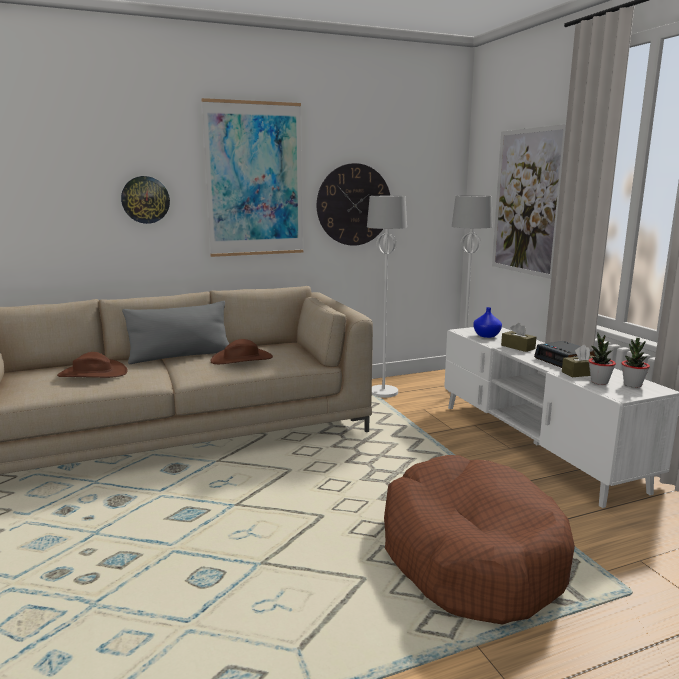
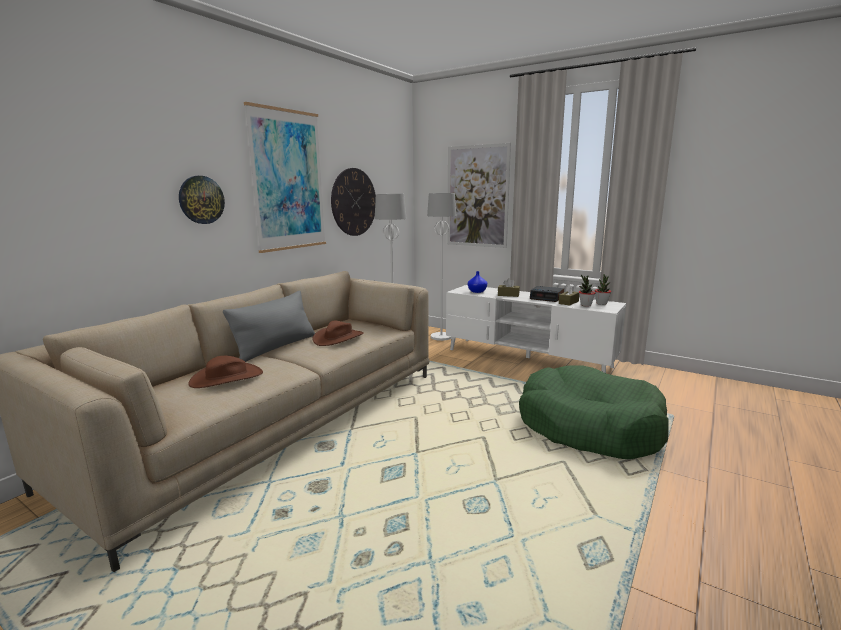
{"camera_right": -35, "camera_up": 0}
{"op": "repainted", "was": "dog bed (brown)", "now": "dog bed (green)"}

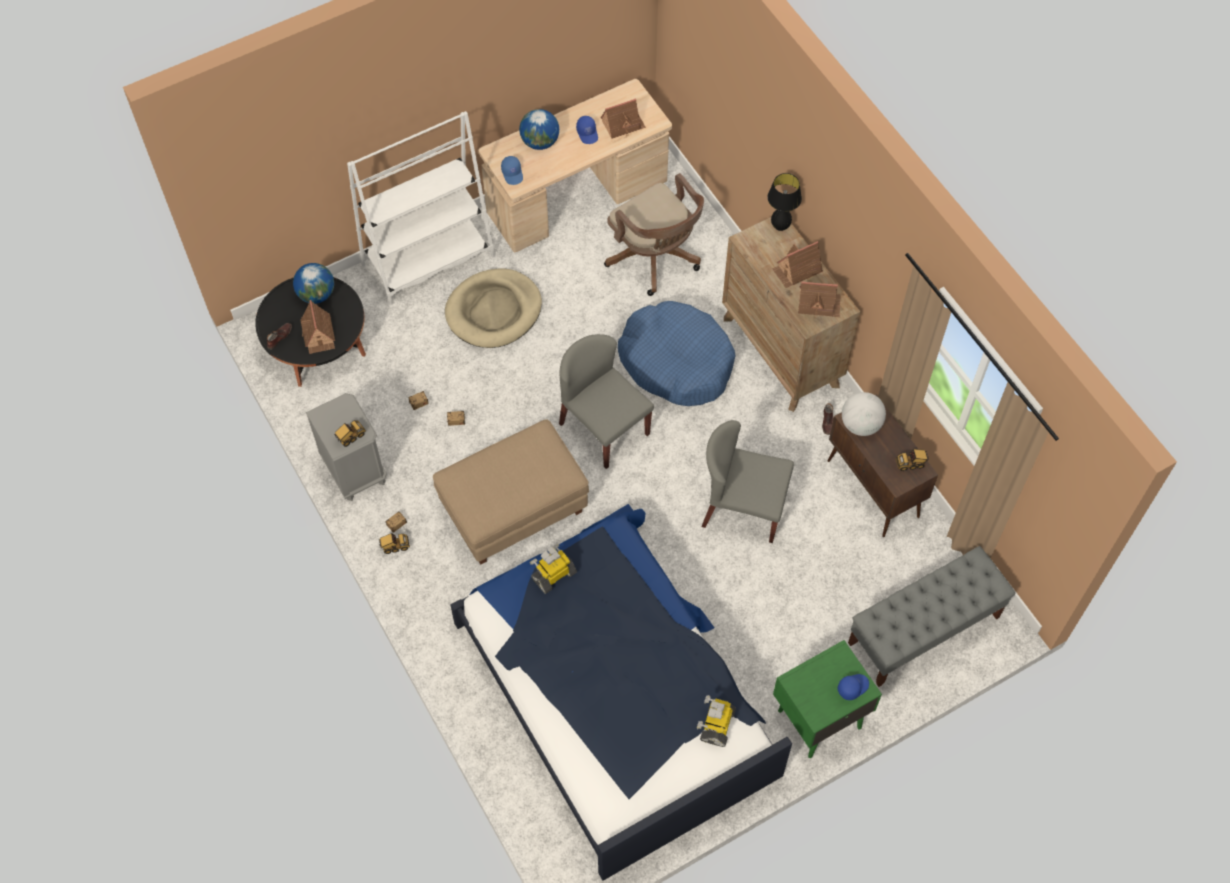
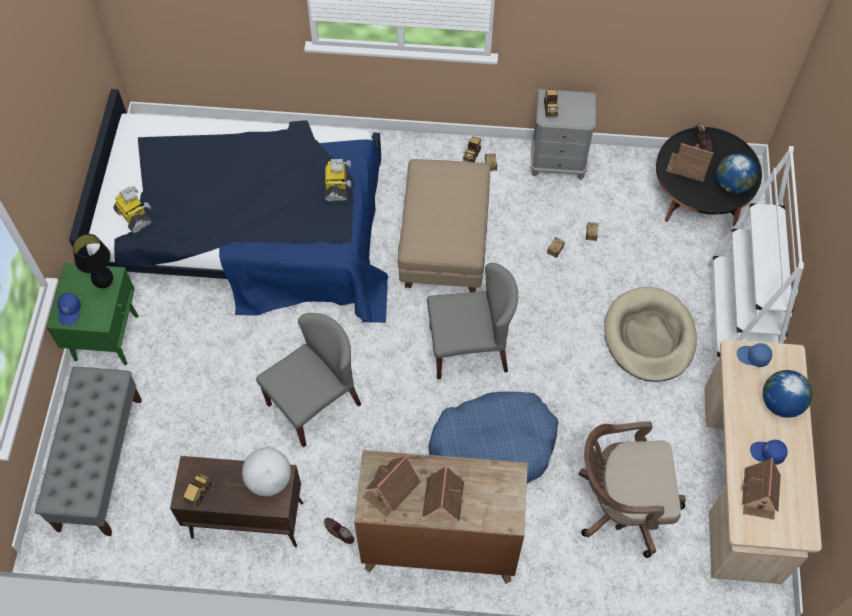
{"camera_right": 125, "camera_up": 0}
{"op": "shifted", "was": "table lamp (black)"}

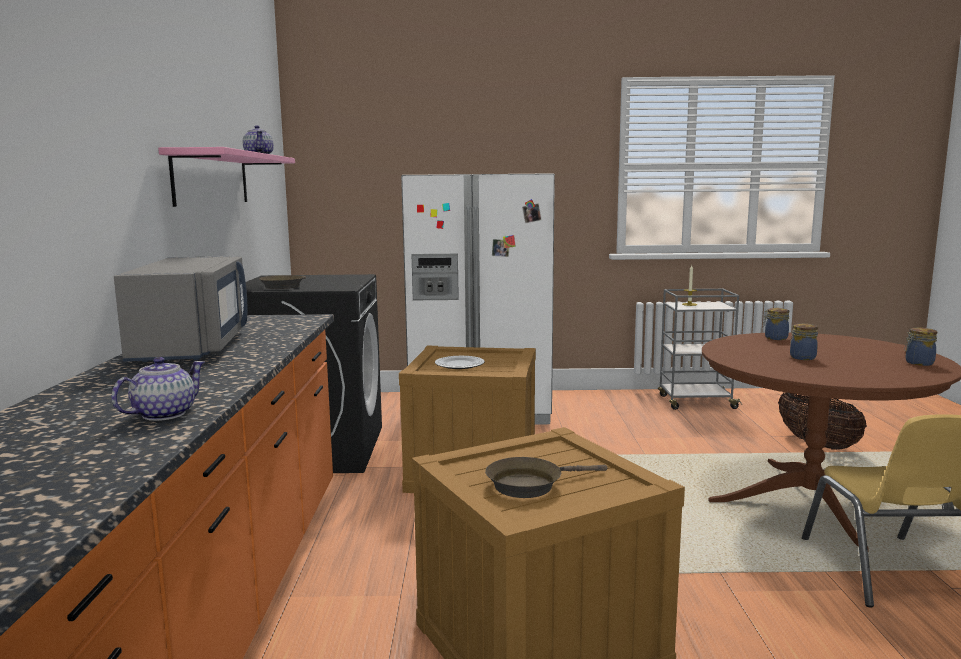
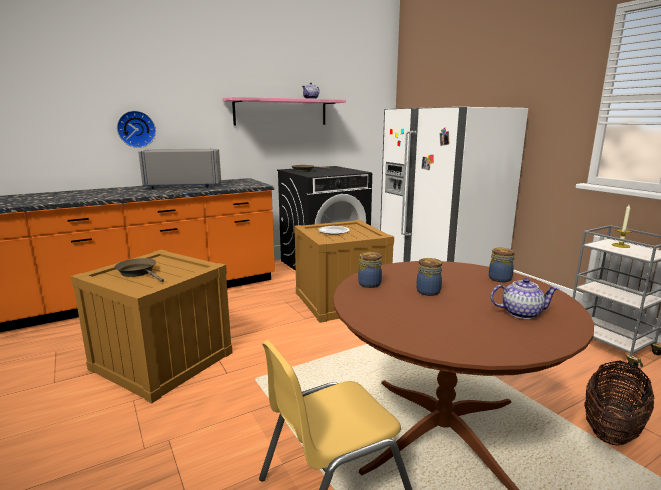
{"camera_right": 60, "camera_up": 5}
{"op": "new", "now": "wall clock"}
{"op": "shifted", "was": "teapot (no. 1 from left in the first image)", "now": "teapot (no. 2 from left)"}
{"op": "shifted", "was": "jar (no. 3 from left in the first image)", "now": "jar (no. 1 from left)"}
{"op": "rotated", "was": "microwave (grey)", "clockwise": -150}

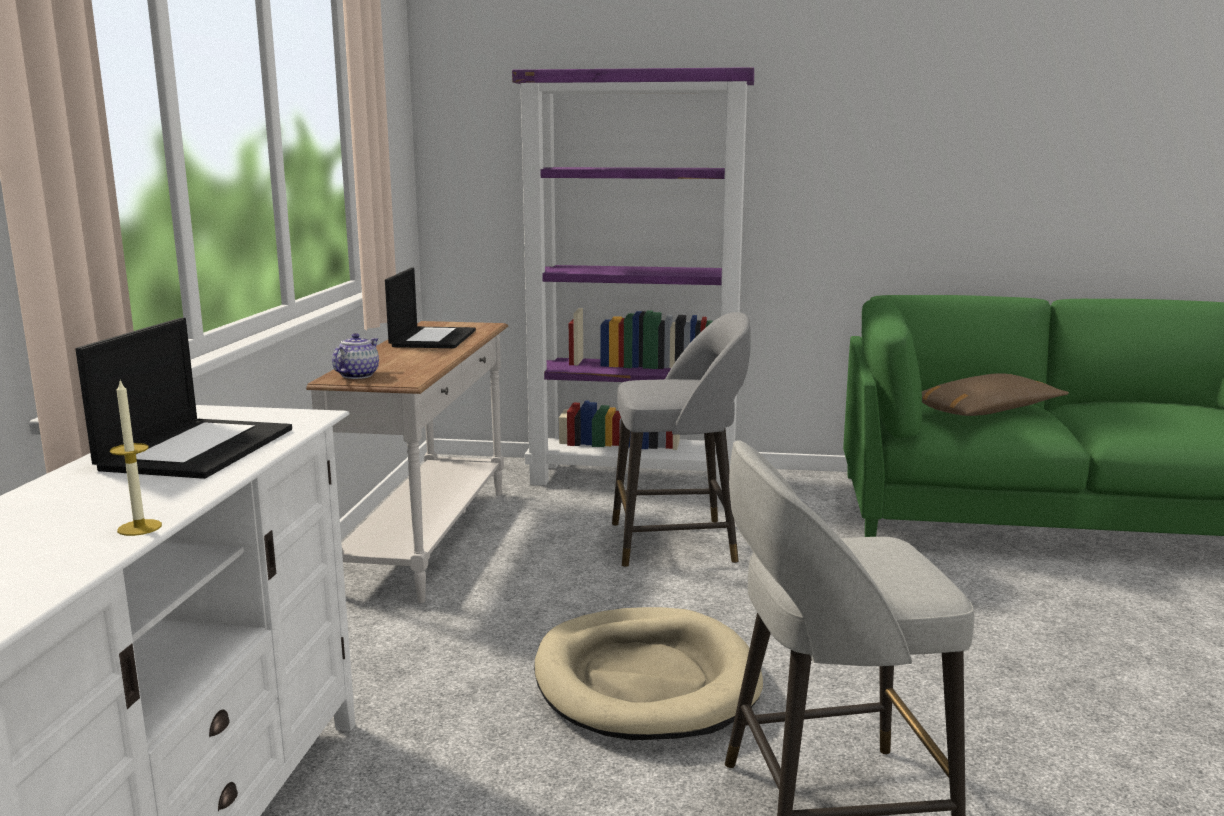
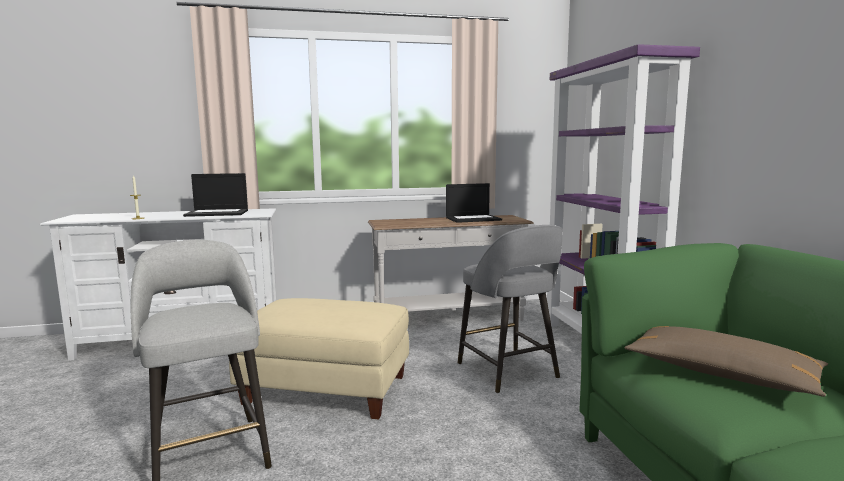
{"camera_right": 70, "camera_up": -5}
{"op": "gone", "was": "teapot"}
{"op": "swapped", "was": "dog bed (beige)", "now": "ottoman (beige)"}

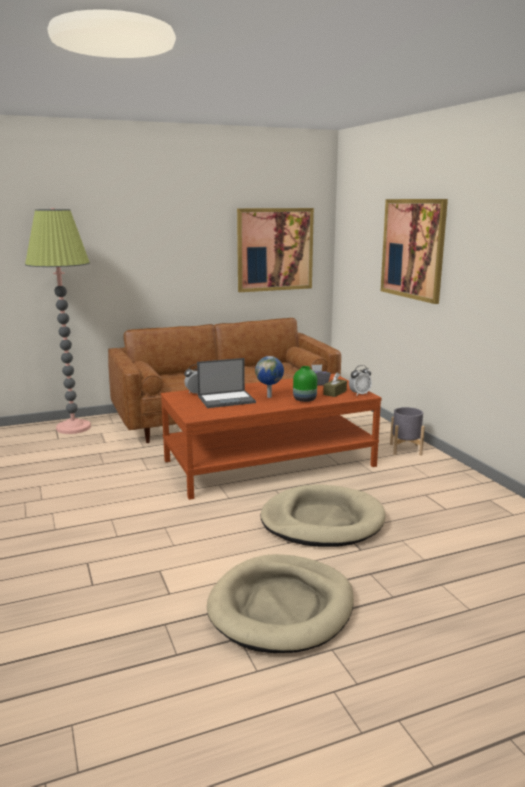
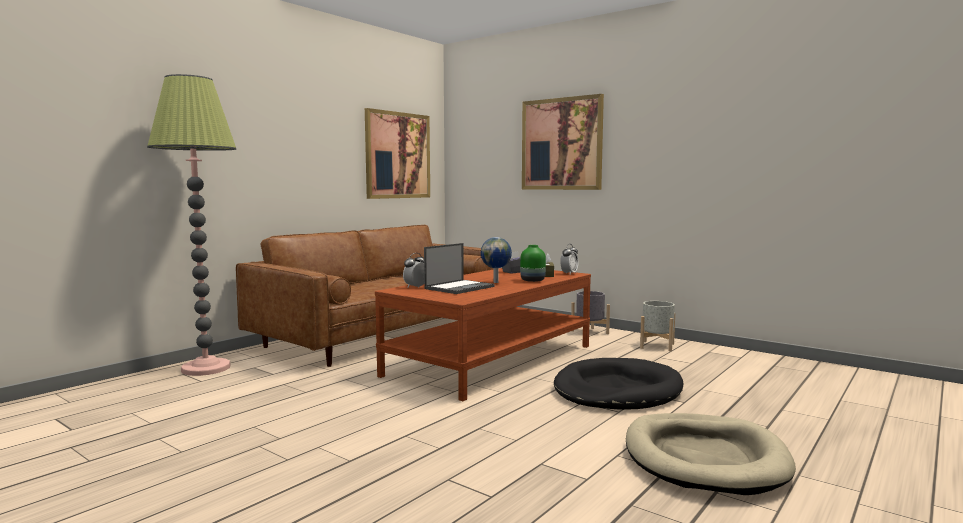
{"camera_right": -30, "camera_up": -10}
{"op": "new", "now": "planter (grey) (no. 2 from left)"}
{"op": "repainted", "was": "dog bed (beige) (no. 2 from left)", "now": "dog bed (black)"}

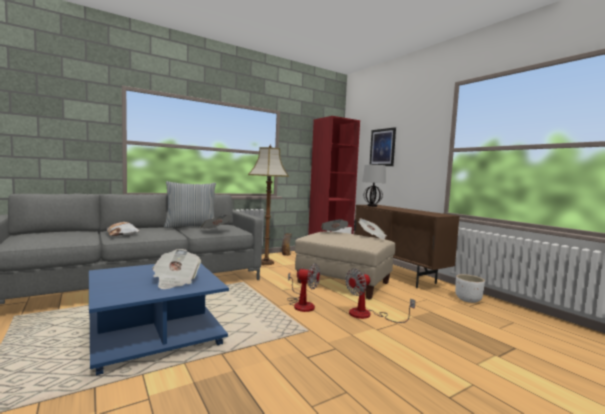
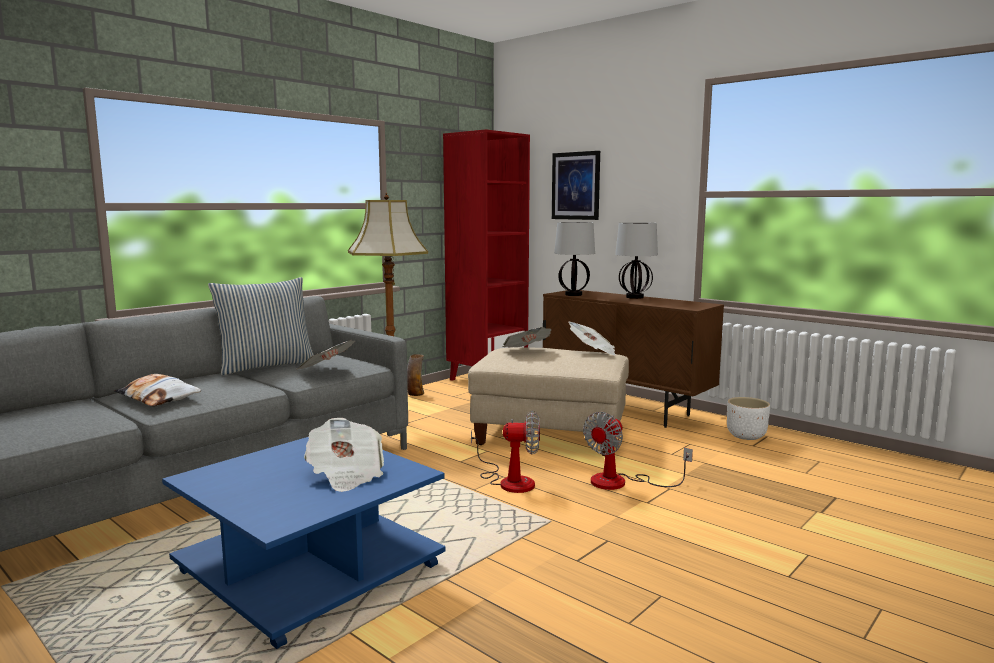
{"camera_right": -15, "camera_up": 5}
{"op": "new", "now": "table lamp (no. 2 from left)"}

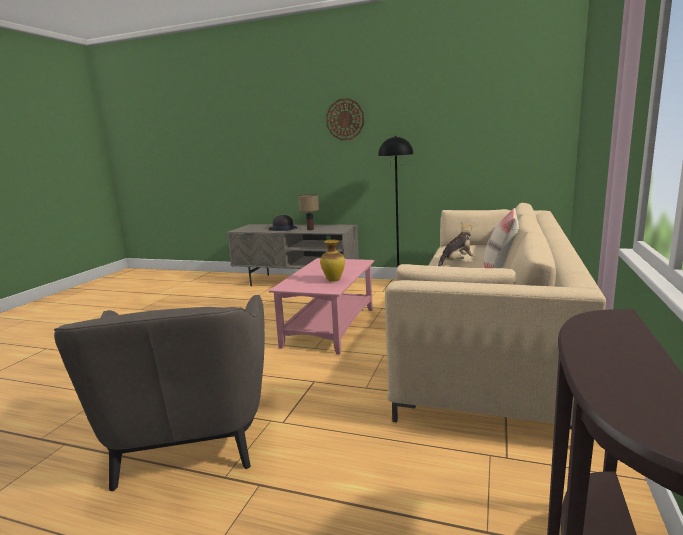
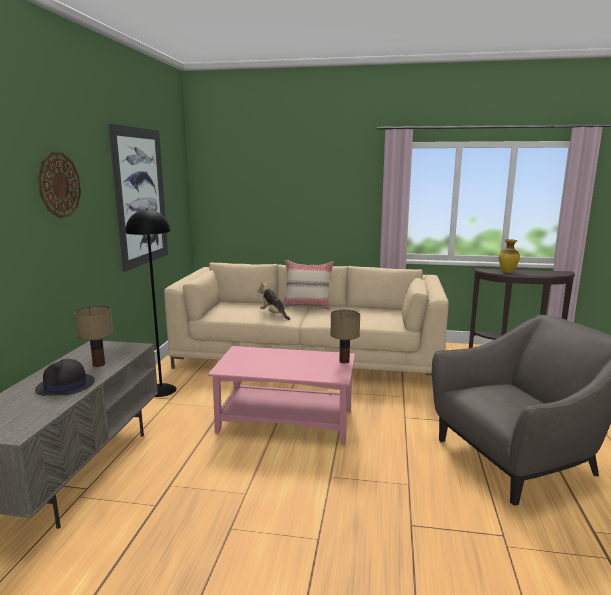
{"camera_right": -100, "camera_up": 0}
{"op": "new", "now": "picture"}
{"op": "new", "now": "table lamp (no. 2 from left)"}
{"op": "shifted", "was": "vase"}

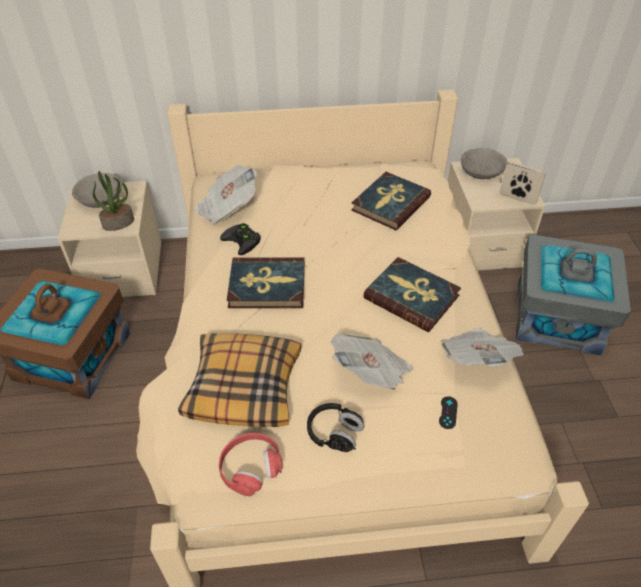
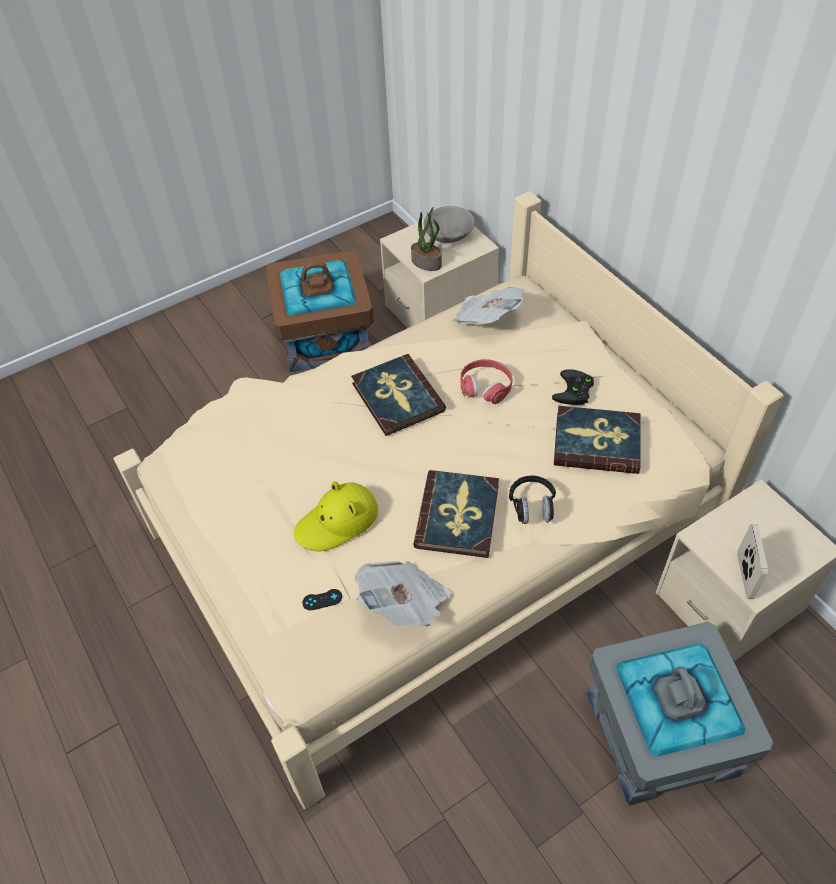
{"camera_right": 65, "camera_up": 5}
{"op": "gone", "was": "pillow"}
{"op": "gone", "was": "bowl (grey) (no. 2 from left)"}
{"op": "shifted", "was": "headphones (red)"}
{"op": "shifted", "was": "game controller (black) (no. 1 from left in the first image)", "now": "game controller (black) (no. 2 from left)"}
{"op": "shifted", "was": "headphones (black)"}
{"op": "swapped", "was": "newspaper (no. 2 from left)", "now": "hat (yellow)"}

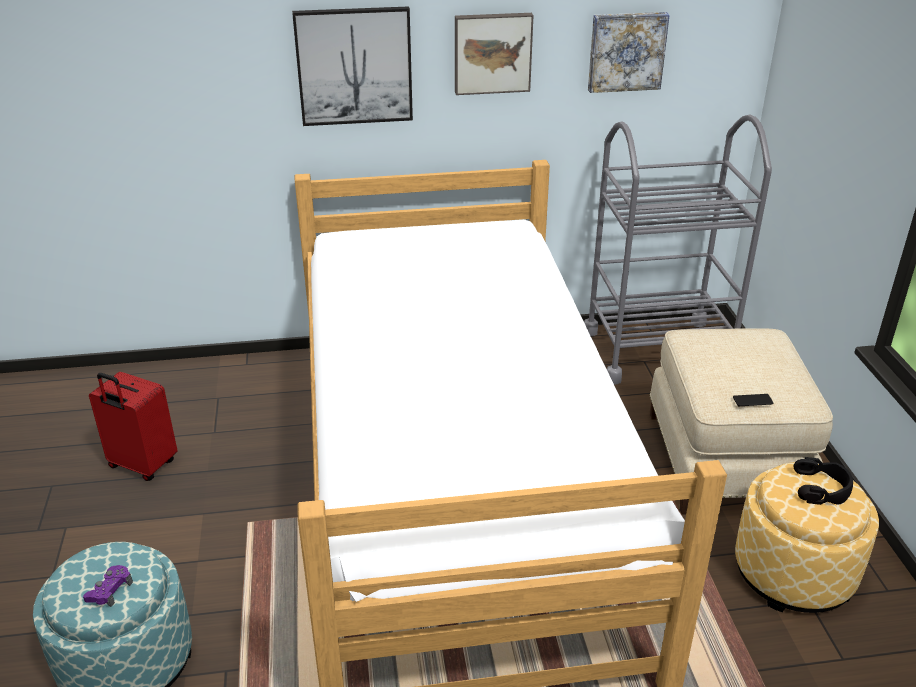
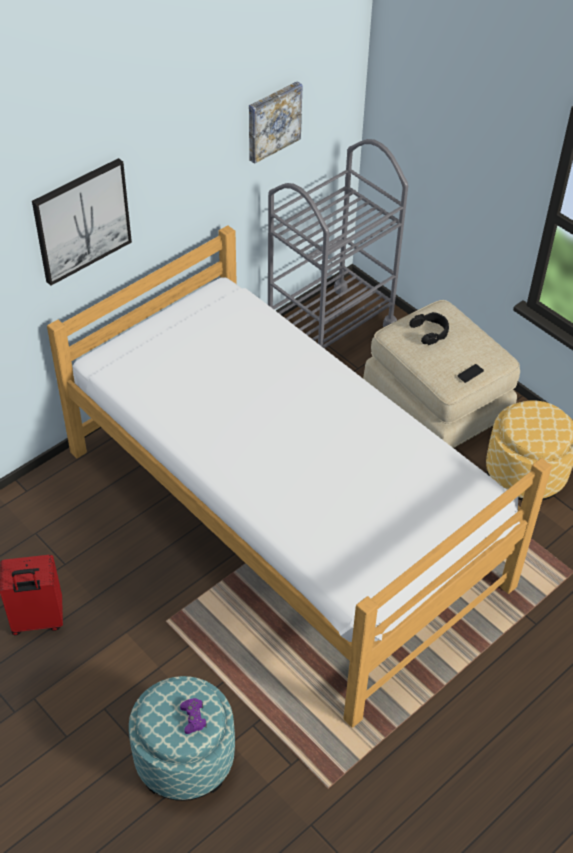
{"camera_right": -35, "camera_up": 15}
{"op": "gone", "was": "picture (no. 2 from left)"}
{"op": "shifted", "was": "headphones (black)"}

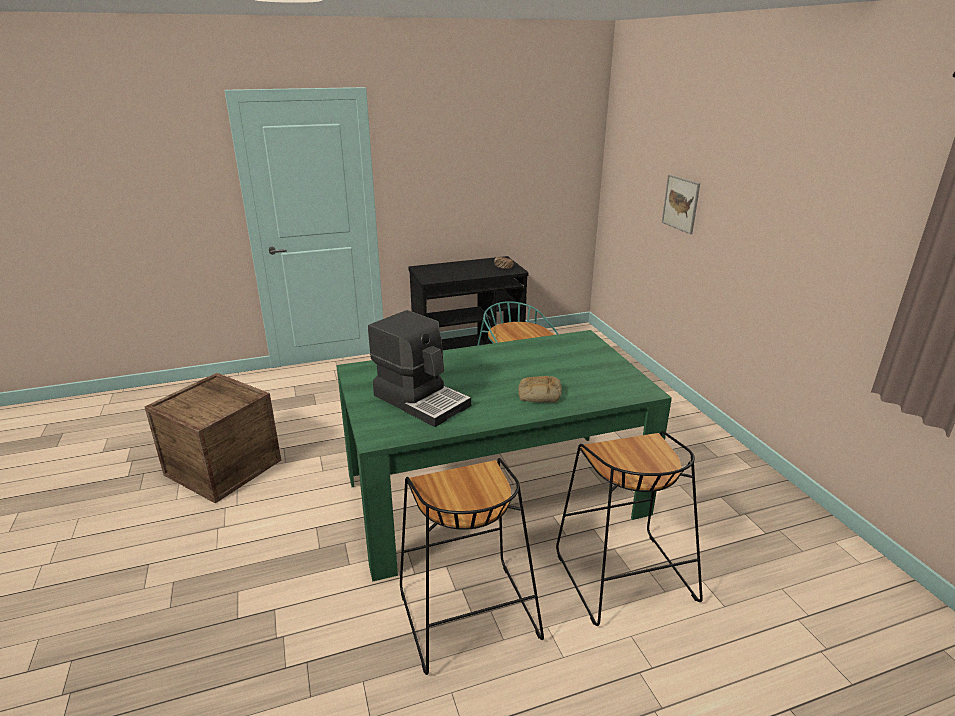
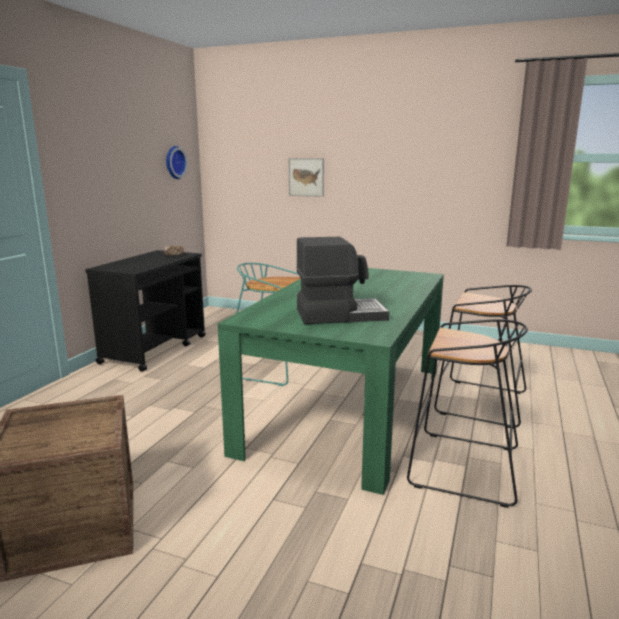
{"camera_right": -50, "camera_up": -10}
{"op": "gone", "was": "bread (no. 2 from left)"}
{"op": "new", "now": "wall clock"}

